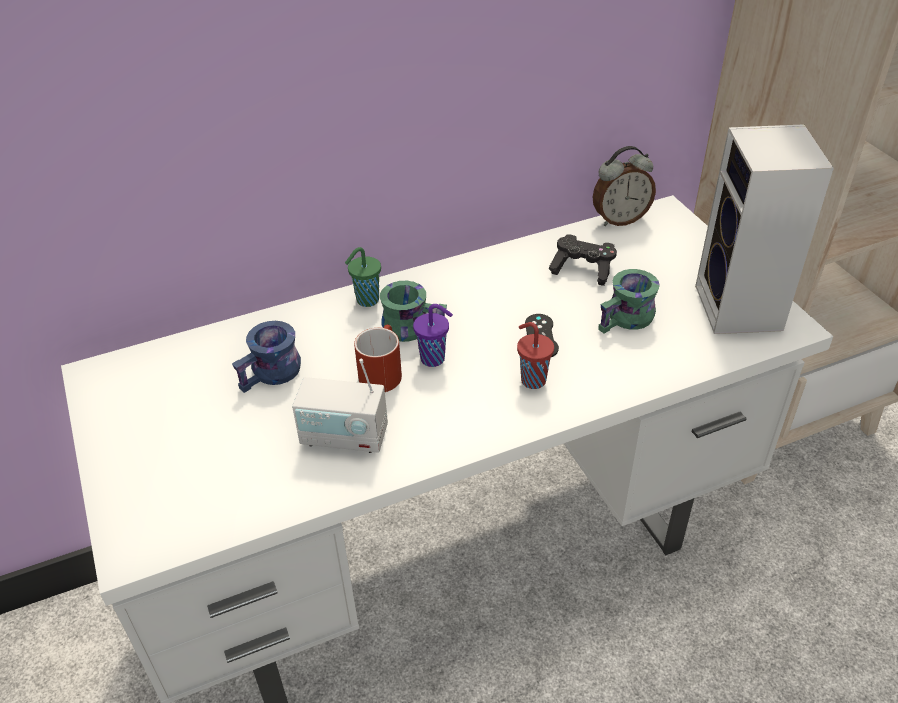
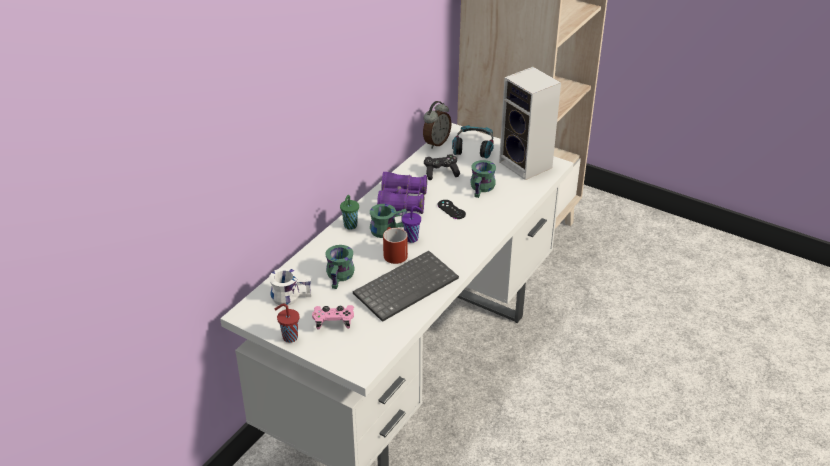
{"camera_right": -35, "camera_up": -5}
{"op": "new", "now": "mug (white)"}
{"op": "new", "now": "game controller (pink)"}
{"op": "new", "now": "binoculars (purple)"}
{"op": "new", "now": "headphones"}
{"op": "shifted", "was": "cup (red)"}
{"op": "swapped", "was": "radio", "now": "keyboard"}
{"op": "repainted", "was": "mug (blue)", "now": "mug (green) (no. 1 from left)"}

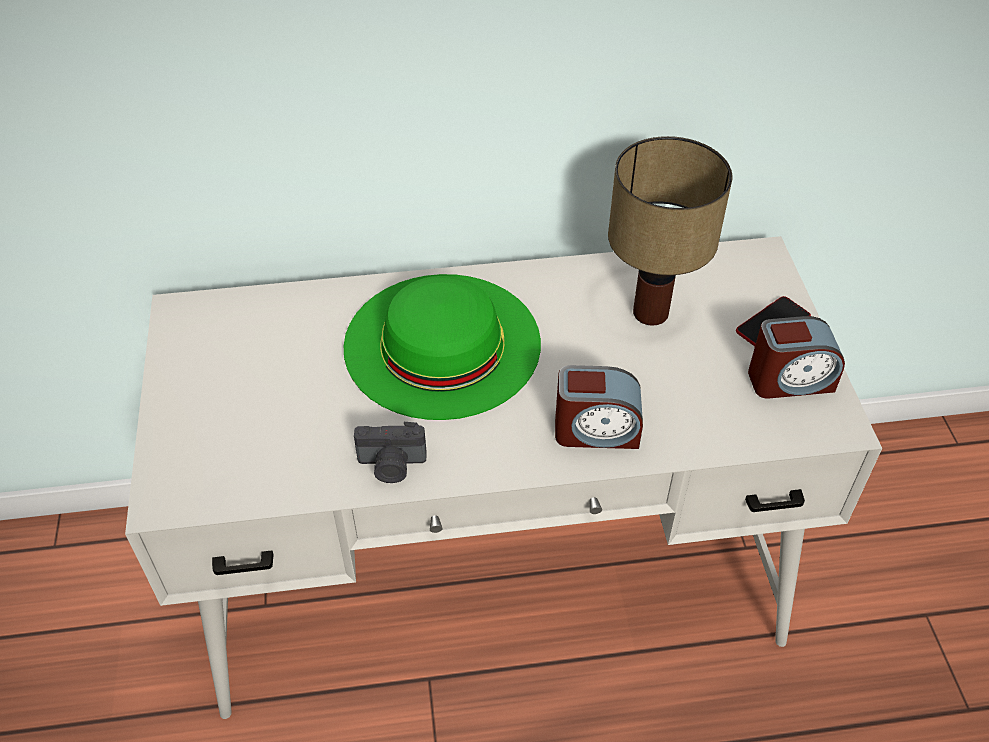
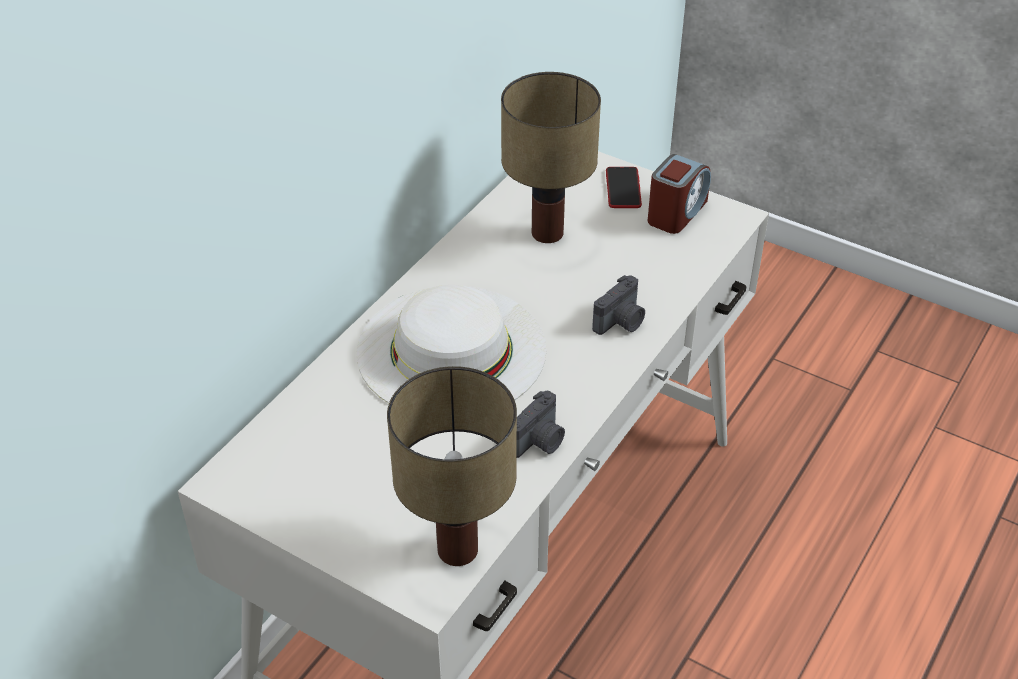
{"camera_right": -50, "camera_up": -5}
{"op": "new", "now": "table lamp (no. 1 from left)"}
{"op": "swapped", "was": "alarm clock (no. 1 from left)", "now": "photo camera (no. 2 from left)"}
{"op": "repainted", "was": "hat (green)", "now": "hat (white)"}

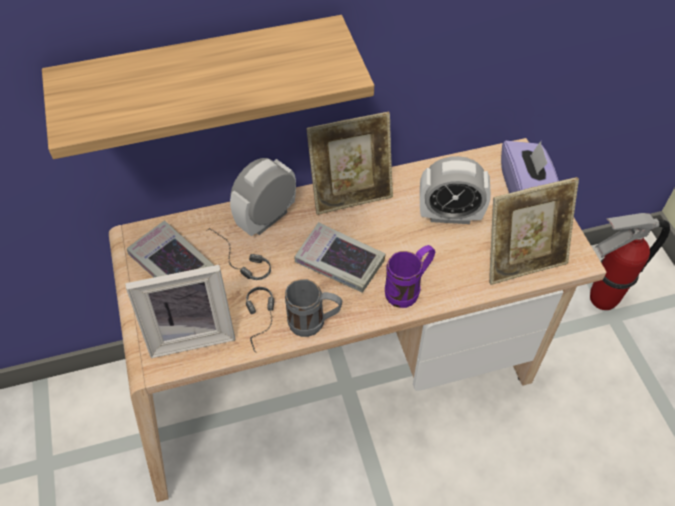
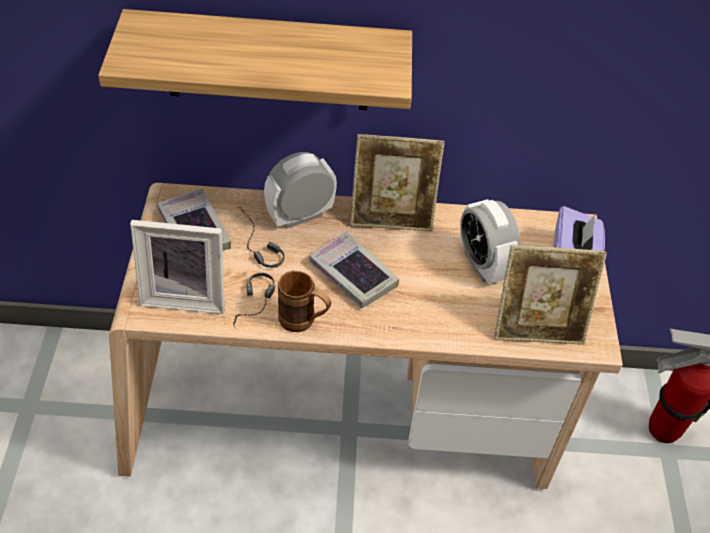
{"camera_right": 15, "camera_up": -5}
{"op": "gone", "was": "mug (purple)"}
{"op": "repainted", "was": "mug (grey)", "now": "mug (brown)"}
{"op": "rotated", "was": "alarm clock (no. 2 from left)", "clockwise": 45}

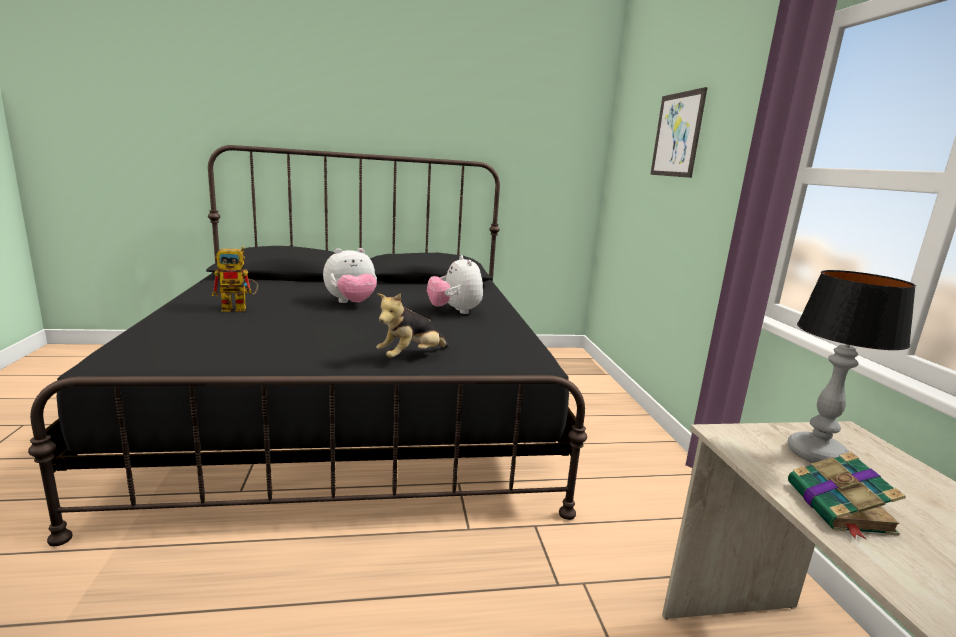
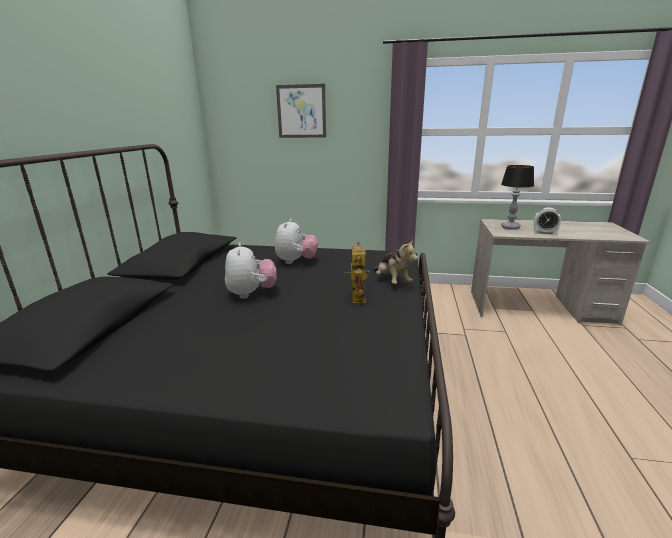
{"camera_right": -70, "camera_up": 5}
{"op": "shifted", "was": "toy robot"}
{"op": "swapped", "was": "book", "now": "alarm clock"}
{"op": "rotated", "was": "plush toy (no. 3 from left in the first image)", "clockwise": -75}

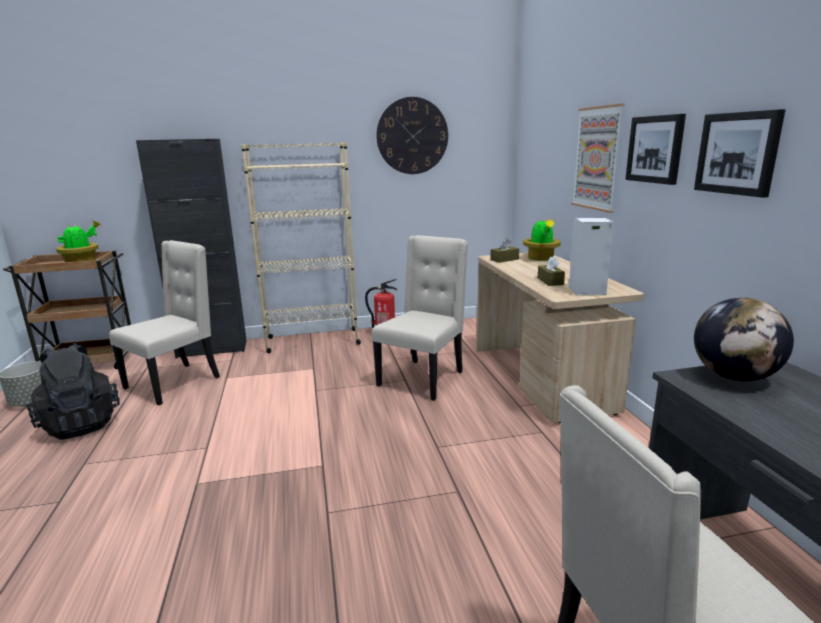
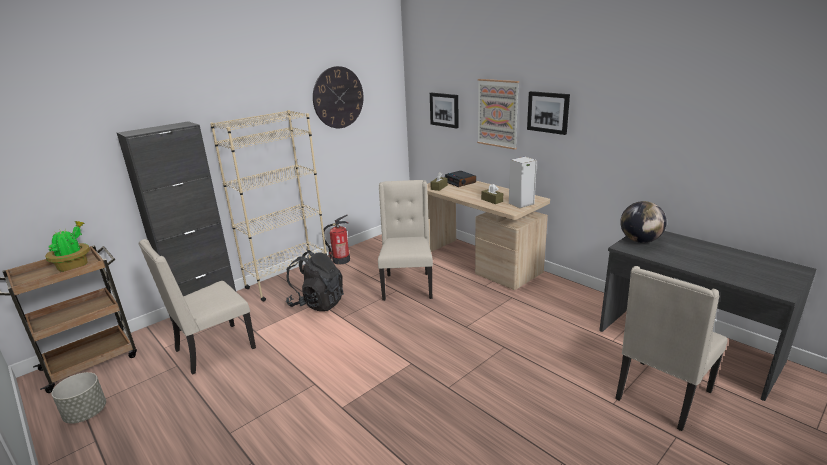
{"camera_right": -30, "camera_up": 5}
{"op": "shifted", "was": "backpack (black)"}
{"op": "shifted", "was": "picture (no. 3 from left in the first image)", "now": "picture (no. 1 from left)"}
{"op": "swapped", "was": "potted plant (no. 2 from left)", "now": "alarm clock"}
{"op": "rotated", "was": "chair (beige) (no. 1 from left)", "clockwise": -135}

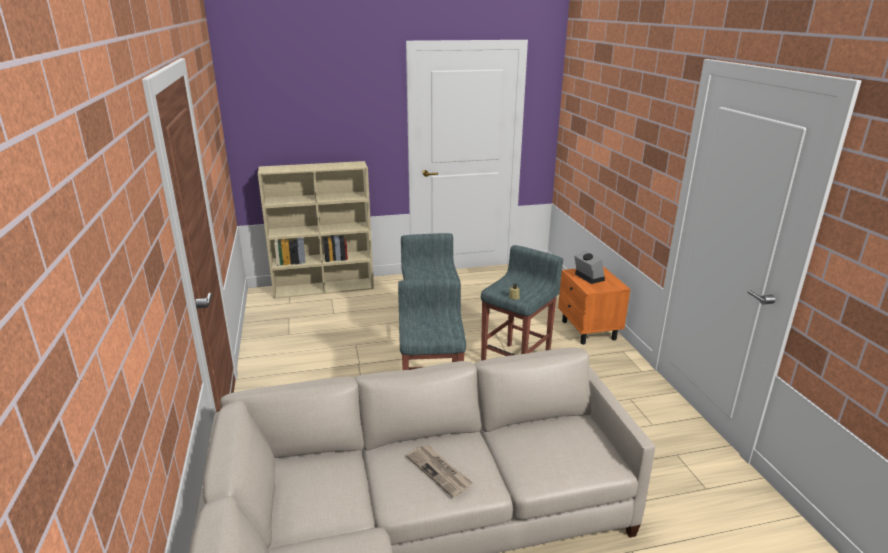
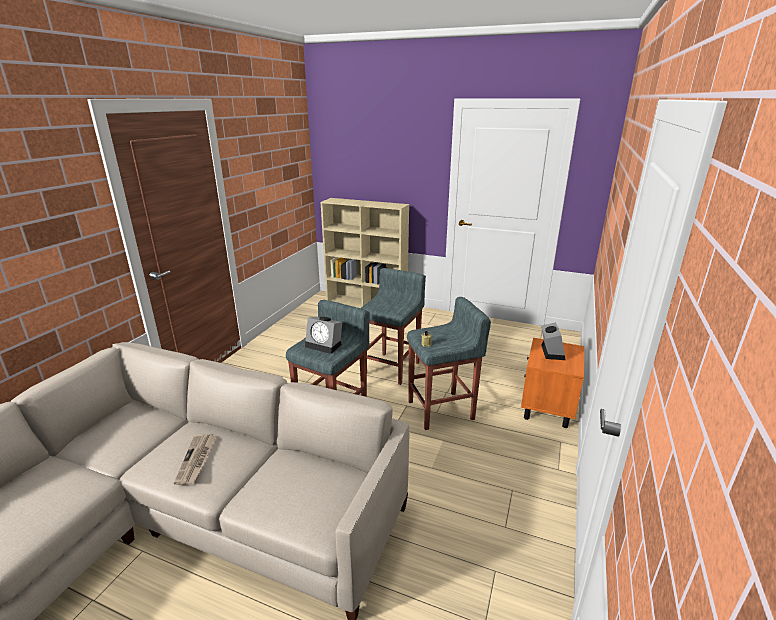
{"camera_right": 35, "camera_up": 0}
{"op": "new", "now": "alarm clock (no. 1 from left)"}

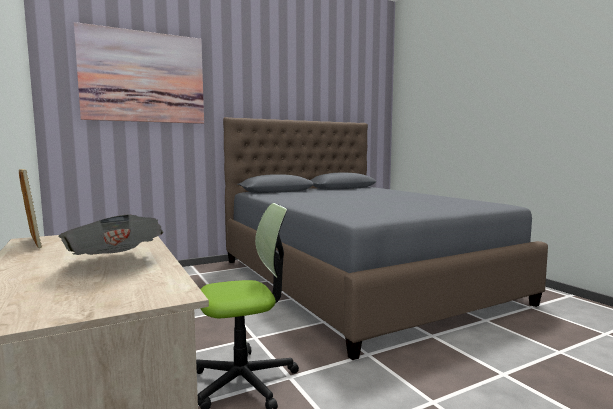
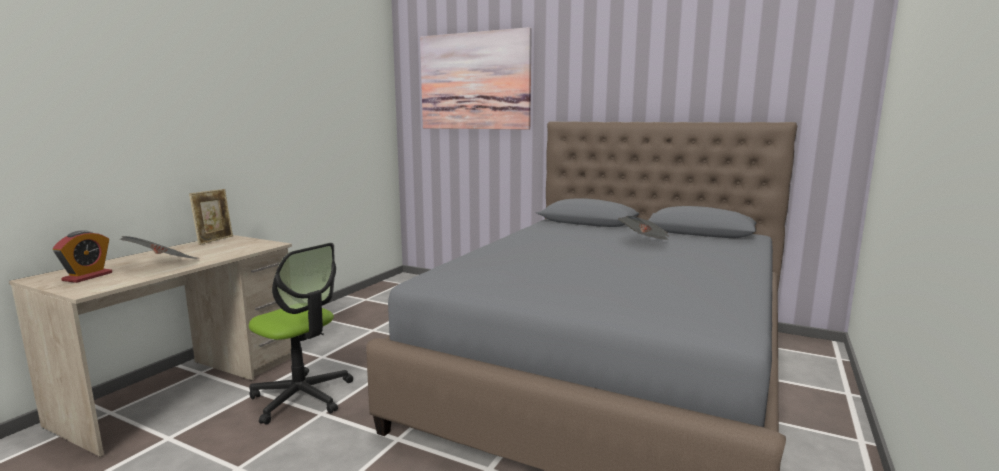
{"camera_right": 55, "camera_up": 5}
{"op": "new", "now": "alarm clock"}
{"op": "new", "now": "newspaper (no. 2 from left)"}

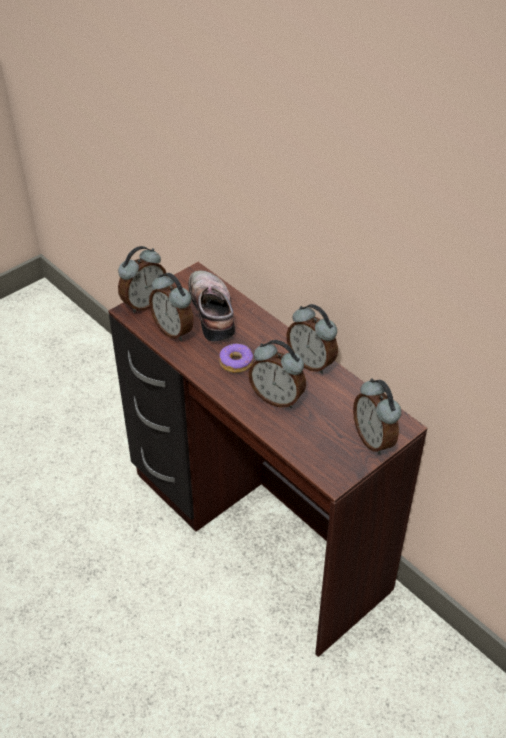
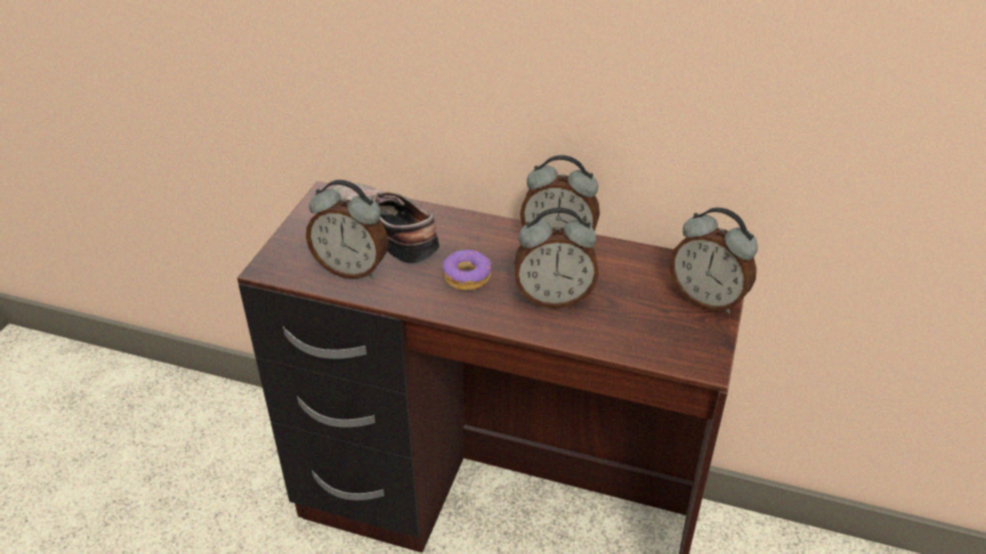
{"camera_right": -30, "camera_up": -5}
{"op": "gone", "was": "alarm clock (no. 1 from left)"}

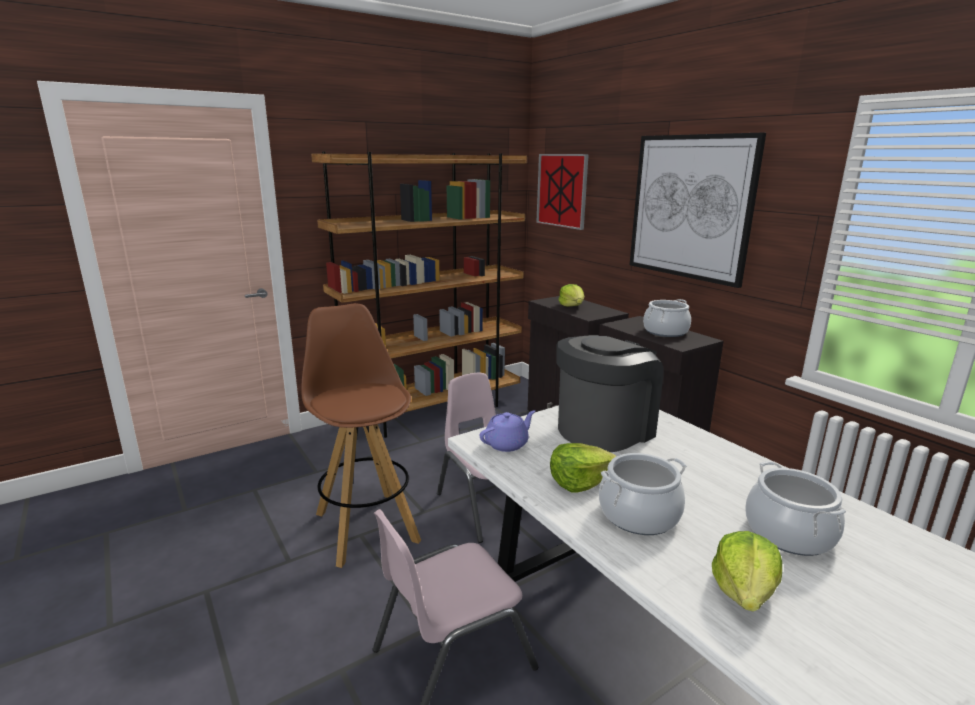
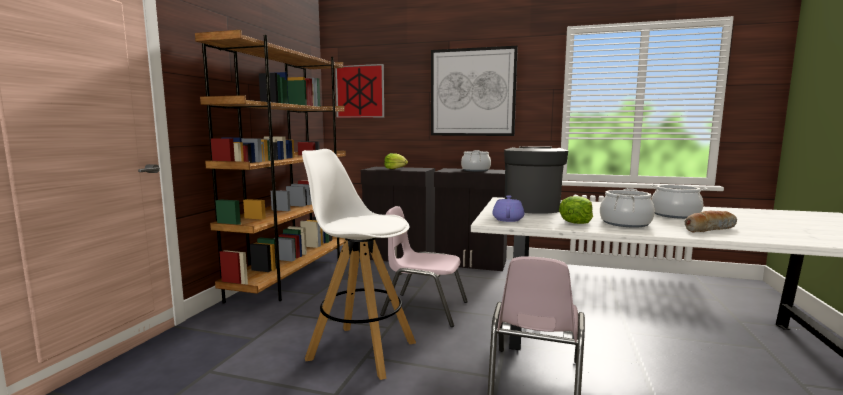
{"camera_right": -40, "camera_up": -10}
{"op": "swapped", "was": "lettuce (no. 3 from left)", "now": "bread"}
{"op": "repainted", "was": "stool (brown)", "now": "stool (white)"}

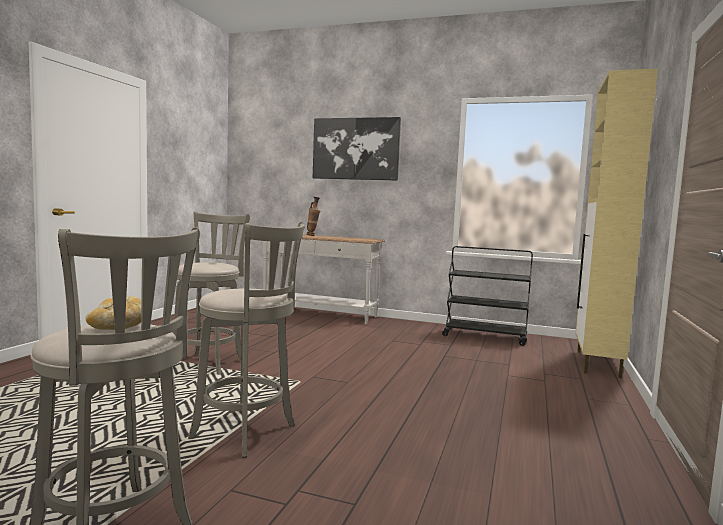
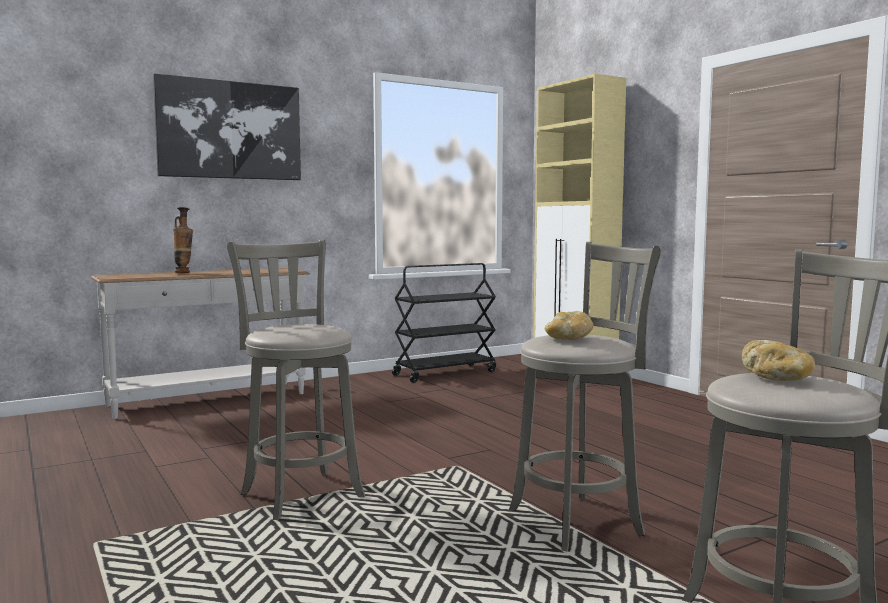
{"camera_right": -50, "camera_up": 0}
{"op": "new", "now": "bread (no. 1 from left)"}

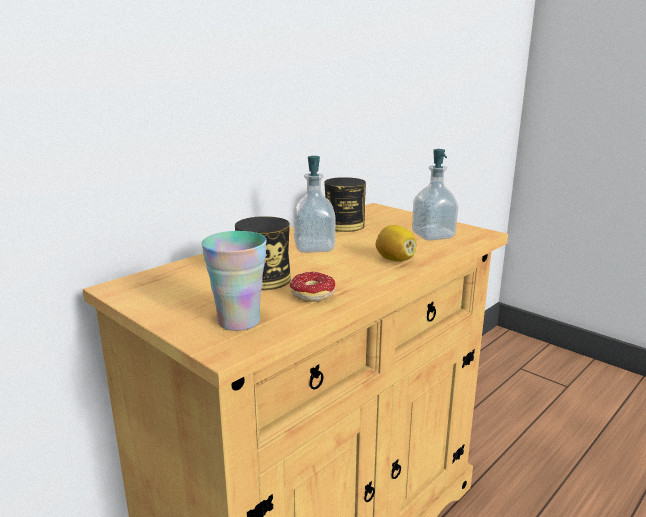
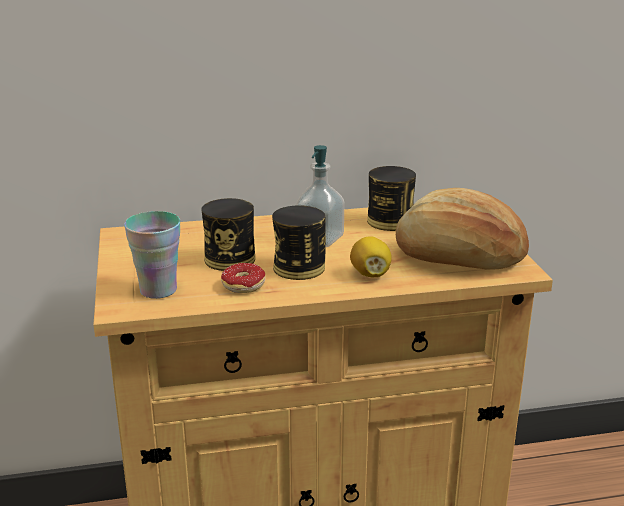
{"camera_right": 35, "camera_up": 5}
{"op": "new", "now": "can (no. 2 from left)"}
{"op": "swapped", "was": "soap dispenser (no. 2 from left)", "now": "bread"}

